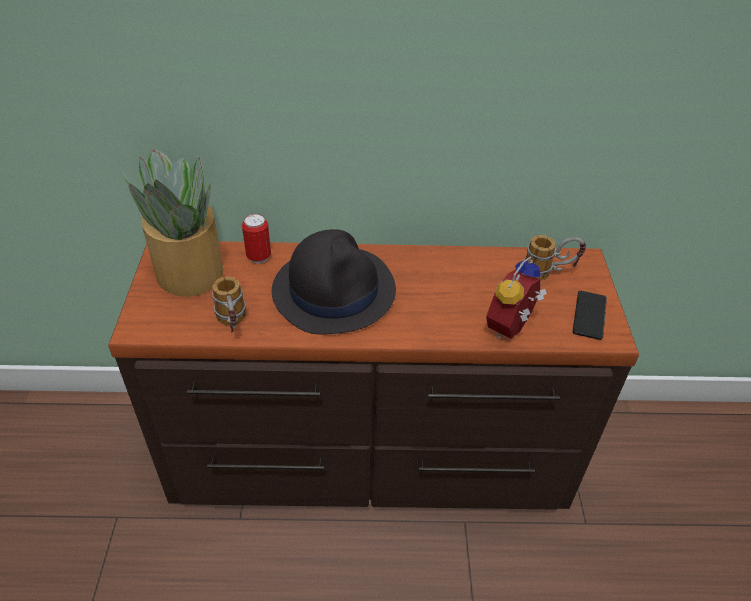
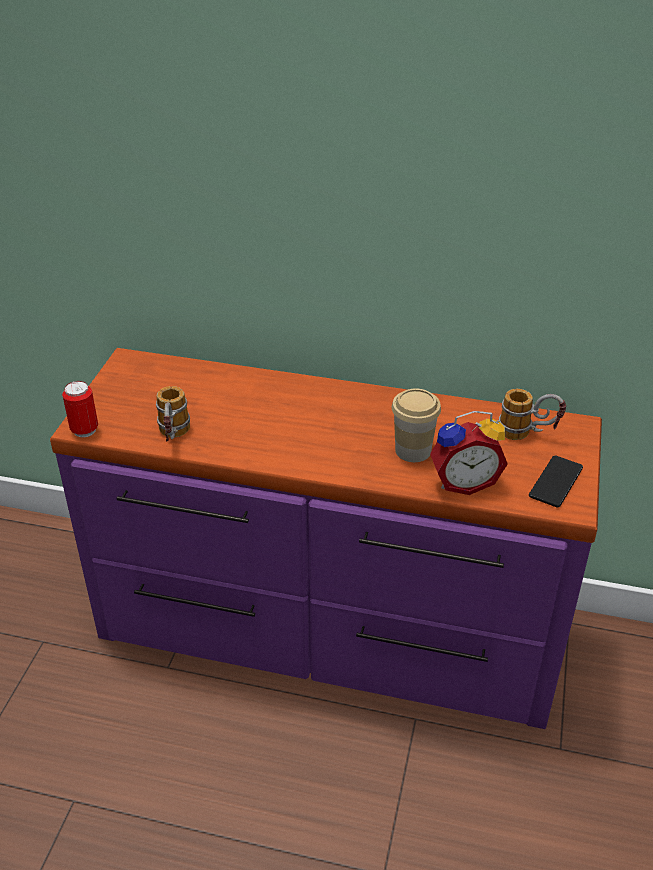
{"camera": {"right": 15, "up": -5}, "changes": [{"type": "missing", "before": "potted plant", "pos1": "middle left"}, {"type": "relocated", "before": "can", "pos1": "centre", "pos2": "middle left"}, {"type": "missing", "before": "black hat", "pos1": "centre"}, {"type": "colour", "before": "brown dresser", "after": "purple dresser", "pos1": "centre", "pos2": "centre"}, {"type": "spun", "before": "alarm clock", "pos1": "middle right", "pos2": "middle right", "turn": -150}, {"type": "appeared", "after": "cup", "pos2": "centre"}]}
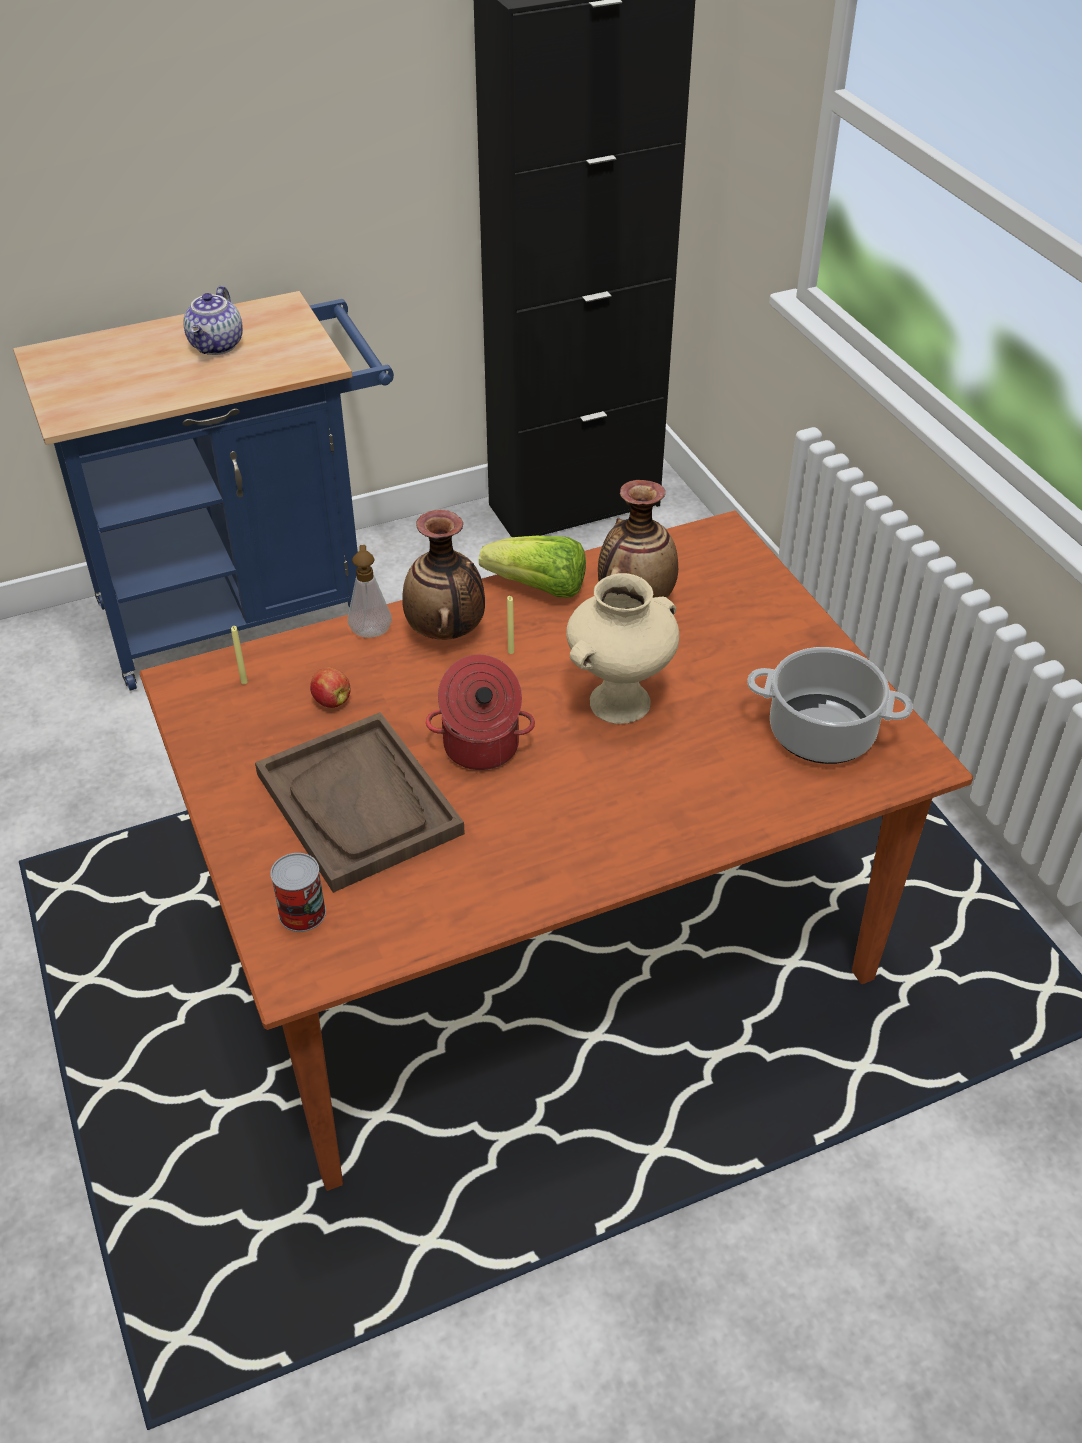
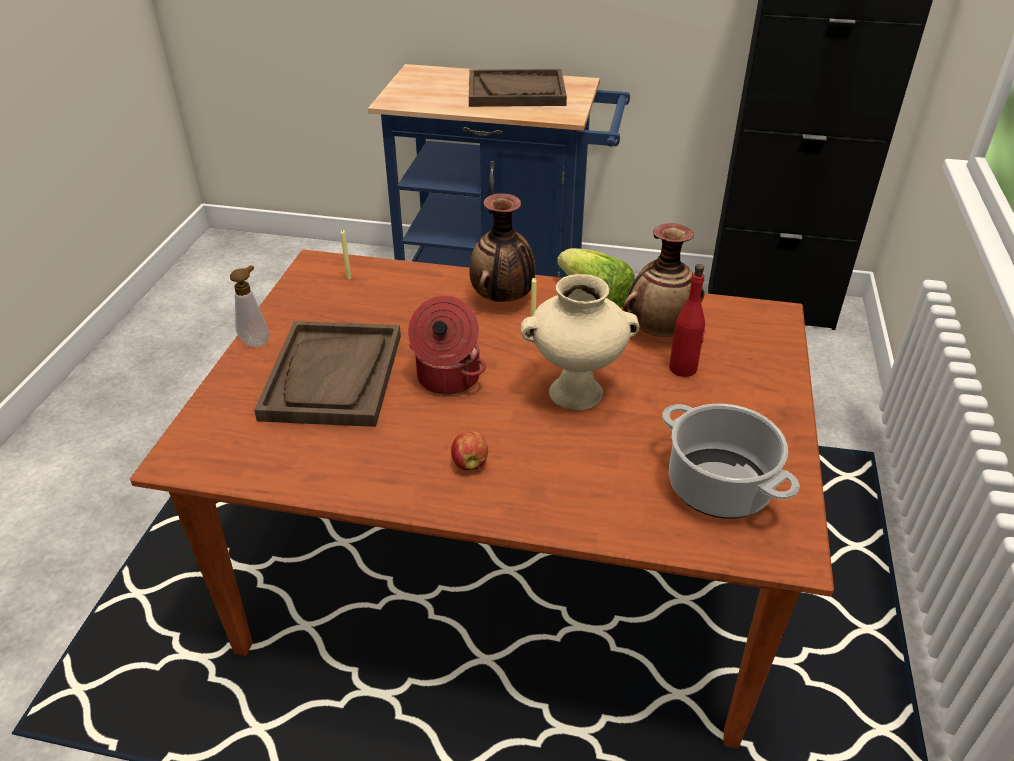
{"camera": {"right": 35, "up": -5}, "changes": [{"type": "exchanged", "before": "teapot", "after": "brown tray (no. 2 from left)", "pos1": "top left", "pos2": "top centre"}, {"type": "relocated", "before": "soap dispenser", "pos1": "centre", "pos2": "middle left"}, {"type": "relocated", "before": "apple", "pos1": "middle left", "pos2": "centre"}, {"type": "missing", "before": "can", "pos1": "middle left"}, {"type": "appeared", "after": "red bottle", "pos2": "middle right"}]}
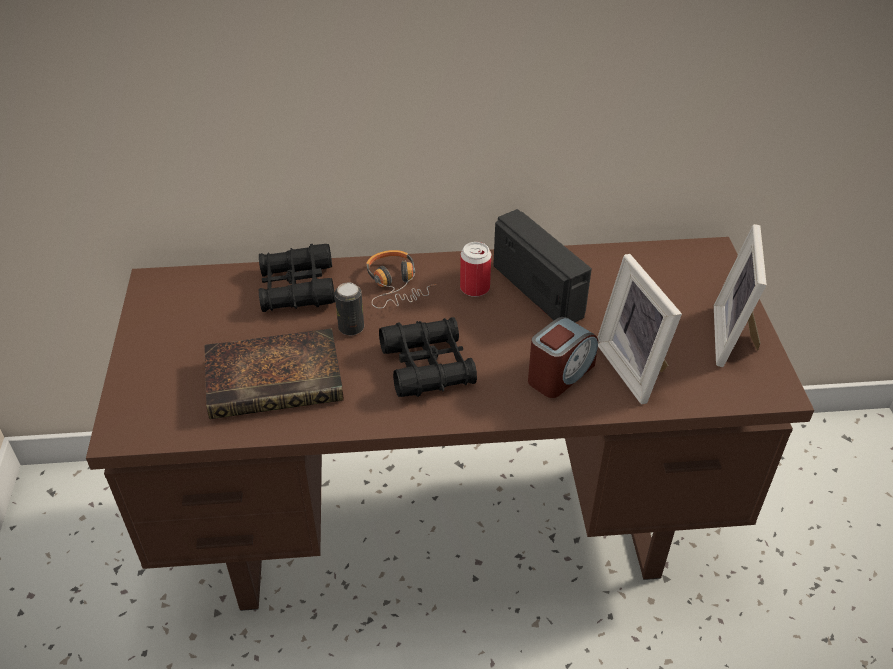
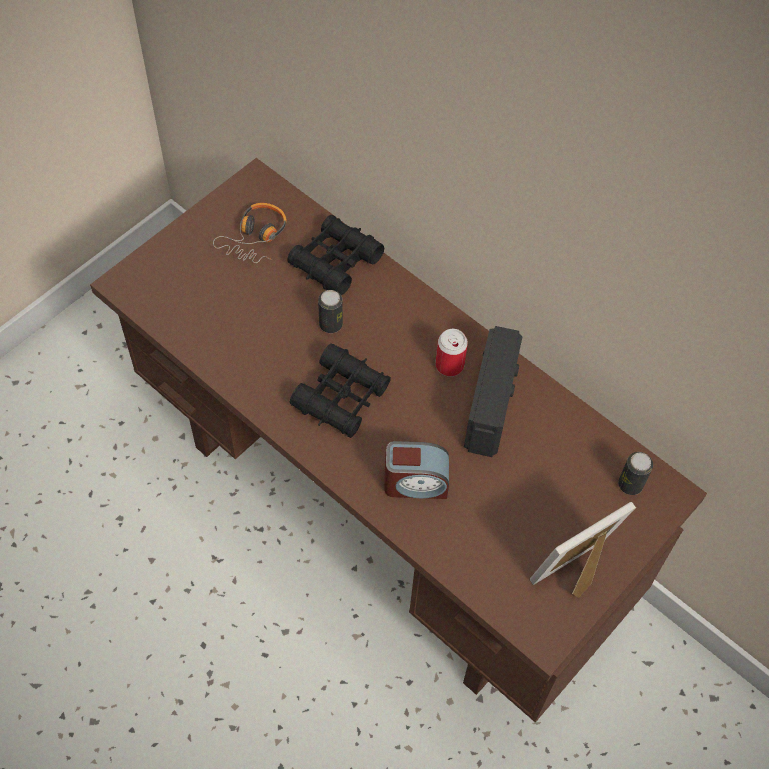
{"camera": {"right": 45, "up": 15}, "changes": [{"type": "relocated", "before": "headphones", "pos1": "centre", "pos2": "top left"}, {"type": "missing", "before": "picture frame (no. 1 from left)", "pos1": "middle right"}, {"type": "missing", "before": "book", "pos1": "middle left"}, {"type": "appeared", "after": "can (no. 3 from left)", "pos2": "middle right"}]}
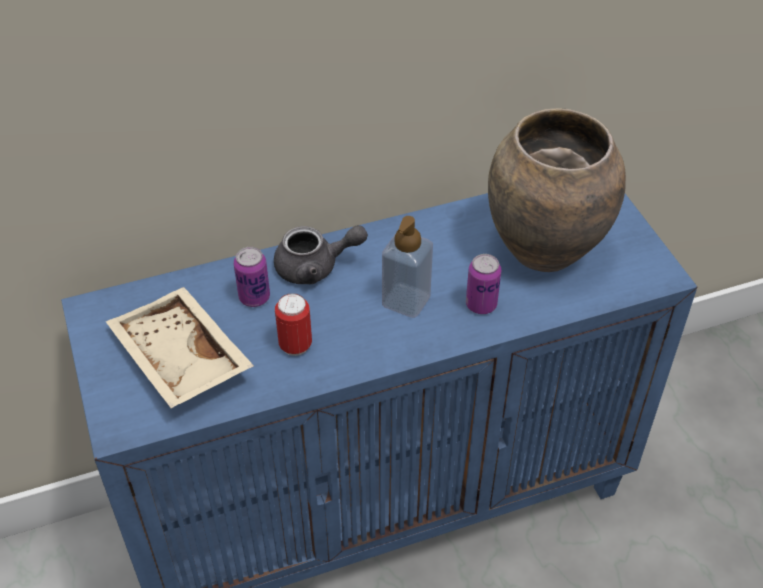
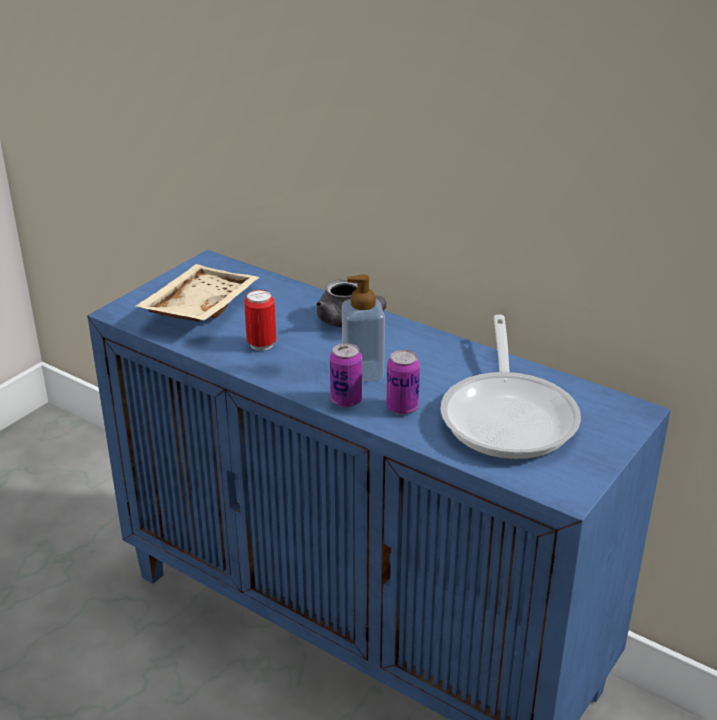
{"camera": {"right": 55, "up": -15}, "changes": [{"type": "exchanged", "before": "brown vase", "after": "frying pan", "pos1": "top right", "pos2": "middle right"}, {"type": "relocated", "before": "can (no. 1 from left in the first image)", "after": "can (no. 2 from left)", "pos1": "middle left", "pos2": "centre"}]}
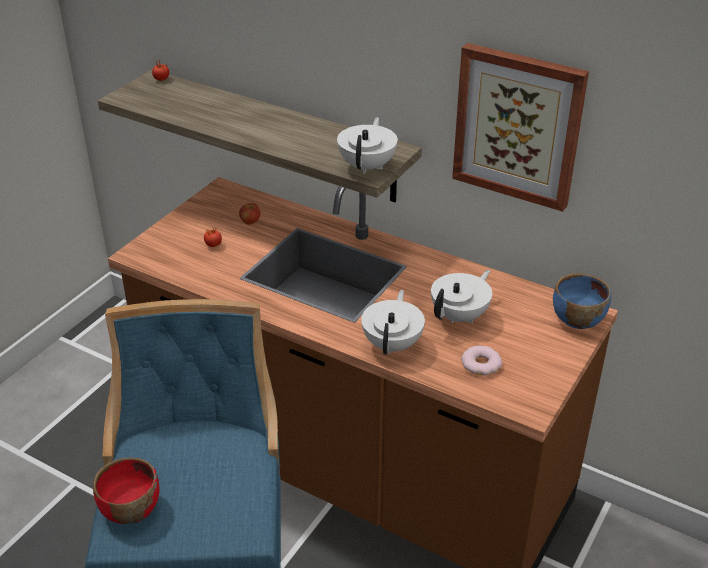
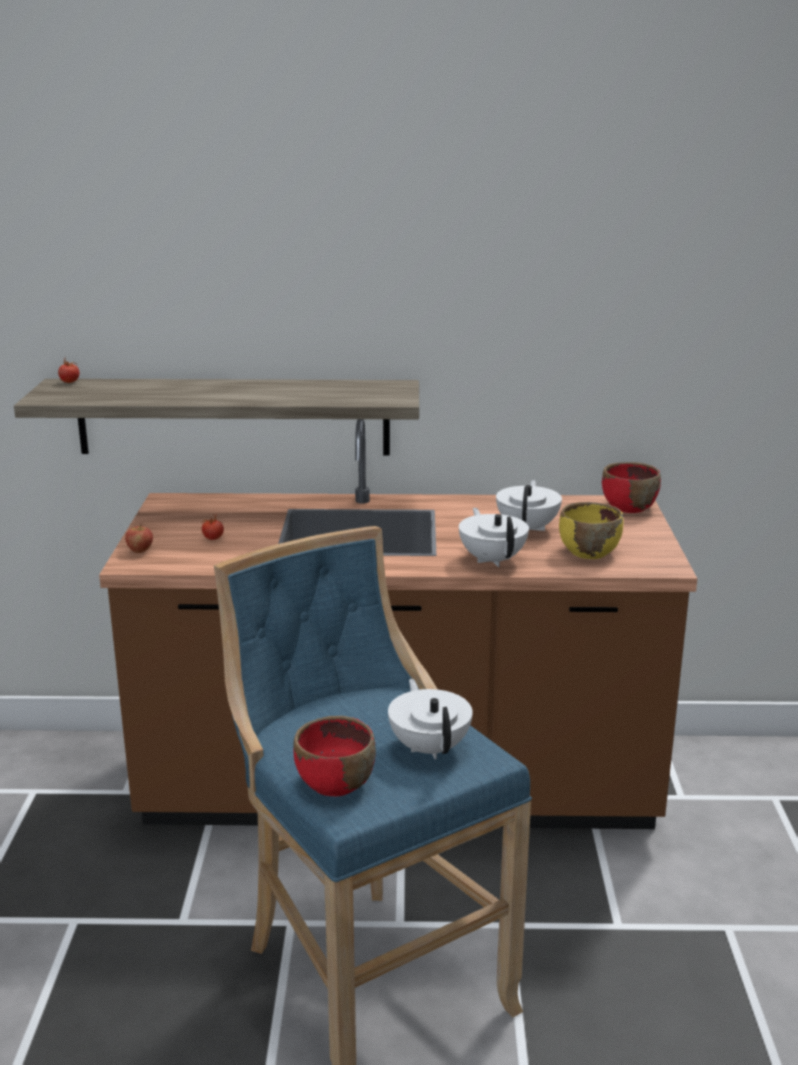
{"camera": {"right": -30, "up": -15}, "changes": [{"type": "missing", "before": "picture", "pos1": "top right"}, {"type": "relocated", "before": "white teapot (no. 1 from left)", "pos1": "top centre", "pos2": "bottom centre"}, {"type": "relocated", "before": "apple", "pos1": "centre", "pos2": "middle left"}, {"type": "colour", "before": "blue bowl", "after": "red bowl (no. 2 from left)", "pos1": "middle right", "pos2": "middle right"}, {"type": "exchanged", "before": "donut", "after": "yellow bowl", "pos1": "middle right", "pos2": "middle right"}]}
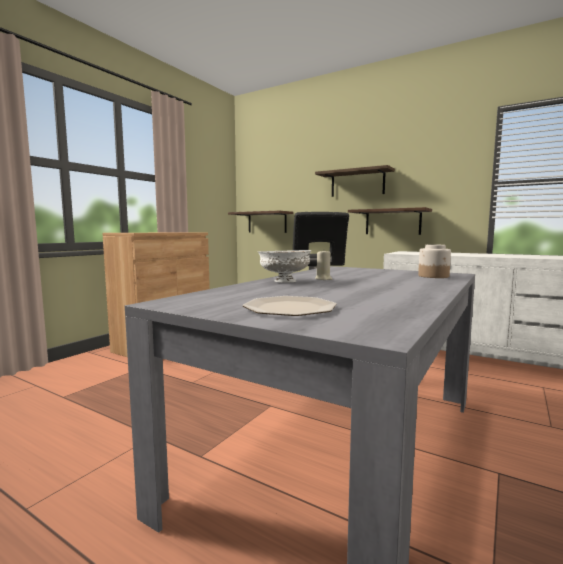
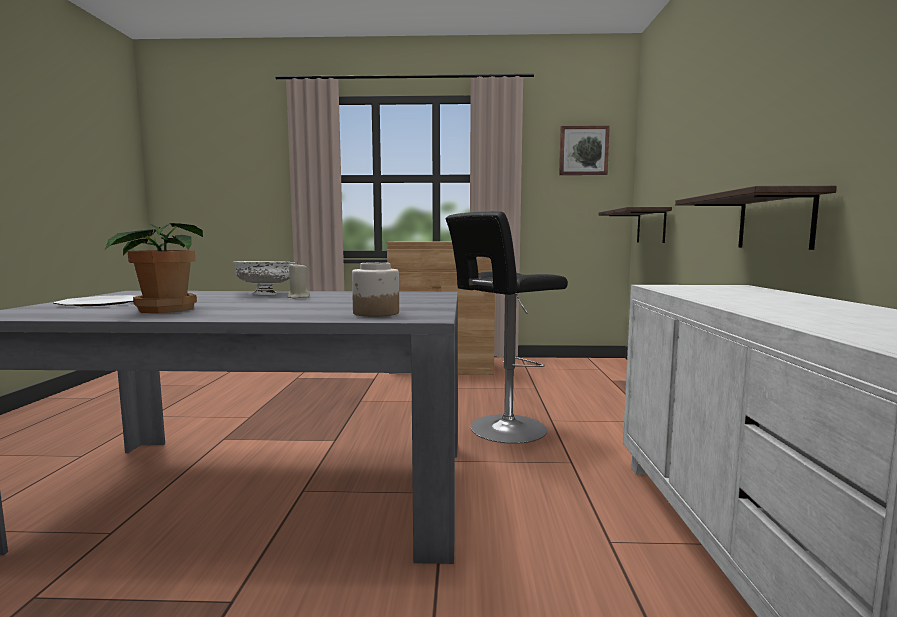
{"camera": {"right": 60, "up": 0}, "changes": [{"type": "missing", "before": "shelf (no. 2 from left)", "pos1": "top centre"}, {"type": "appeared", "after": "picture", "pos2": "top centre"}, {"type": "appeared", "after": "potted plant", "pos2": "middle left"}]}
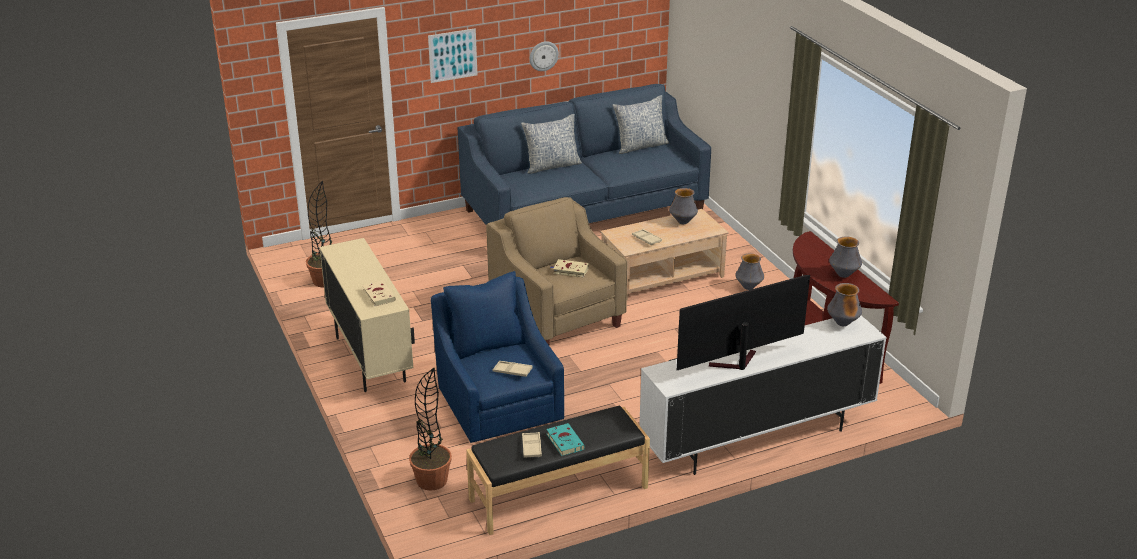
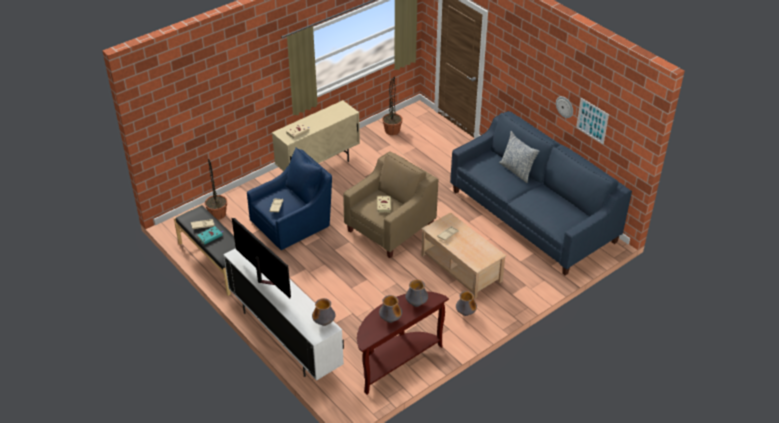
{"camera": {"right": 75, "up": 10}, "changes": [{"type": "relocated", "before": "picture", "pos1": "top centre", "pos2": "top right"}, {"type": "missing", "before": "pillow (no. 2 from left)", "pos1": "top centre"}, {"type": "relocated", "before": "vase (no. 1 from left in the first image)", "after": "vase (no. 3 from left)", "pos1": "centre", "pos2": "bottom centre"}]}
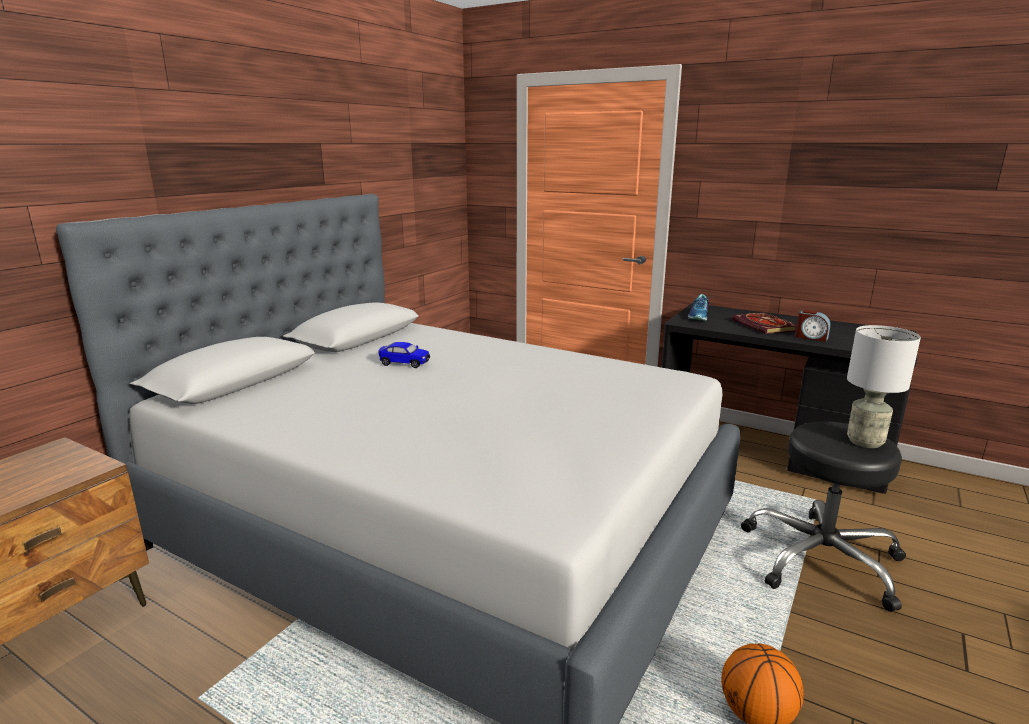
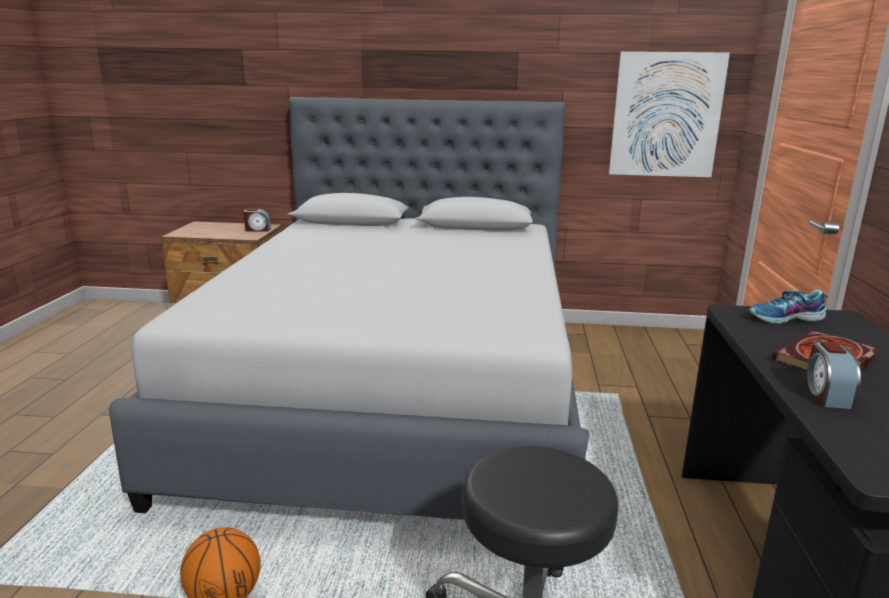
{"camera": {"right": 65, "up": 0}, "changes": [{"type": "missing", "before": "grey table lamp", "pos1": "middle right"}, {"type": "missing", "before": "toy car", "pos1": "centre"}, {"type": "appeared", "after": "picture", "pos2": "top right"}, {"type": "appeared", "after": "alarm clock (no. 1 from left)", "pos2": "middle left"}]}
